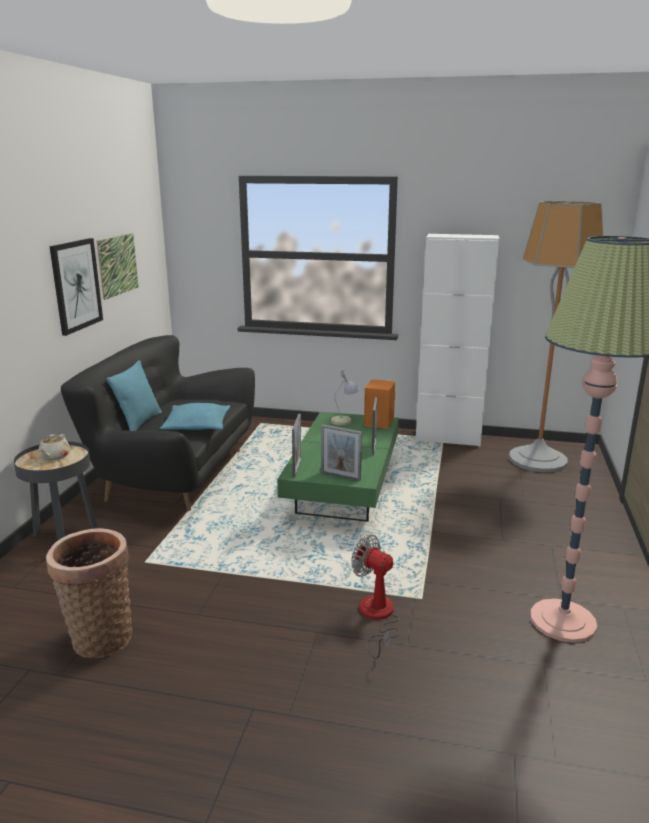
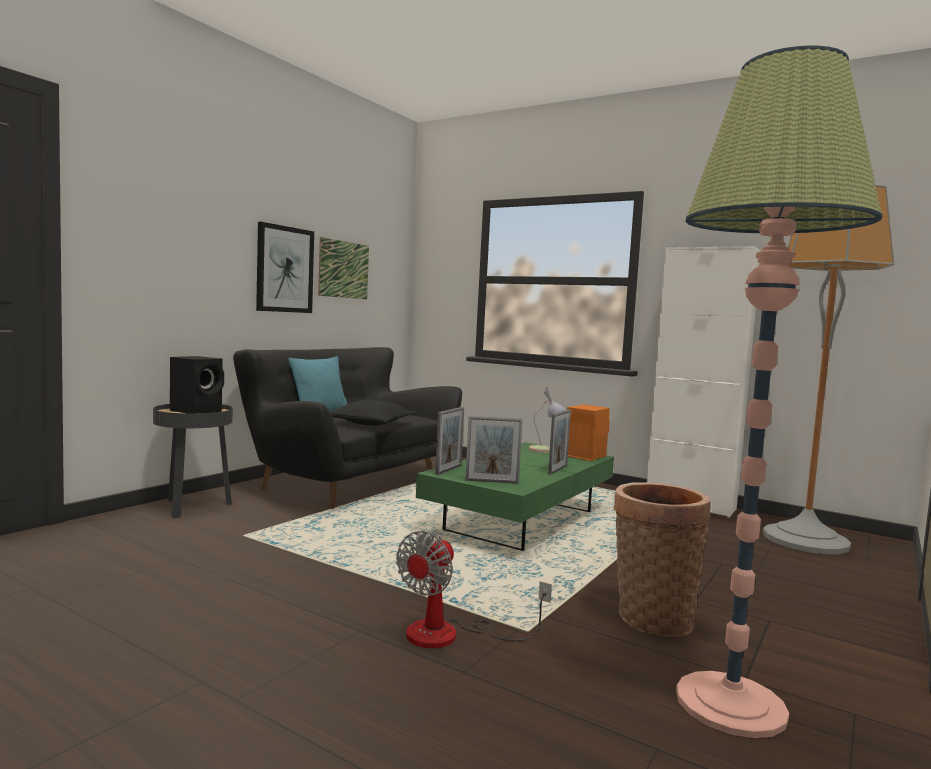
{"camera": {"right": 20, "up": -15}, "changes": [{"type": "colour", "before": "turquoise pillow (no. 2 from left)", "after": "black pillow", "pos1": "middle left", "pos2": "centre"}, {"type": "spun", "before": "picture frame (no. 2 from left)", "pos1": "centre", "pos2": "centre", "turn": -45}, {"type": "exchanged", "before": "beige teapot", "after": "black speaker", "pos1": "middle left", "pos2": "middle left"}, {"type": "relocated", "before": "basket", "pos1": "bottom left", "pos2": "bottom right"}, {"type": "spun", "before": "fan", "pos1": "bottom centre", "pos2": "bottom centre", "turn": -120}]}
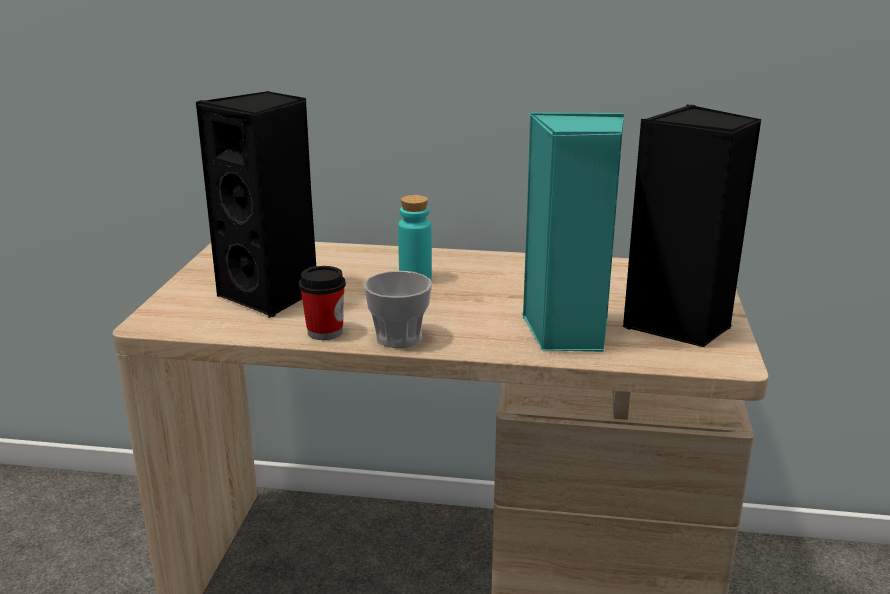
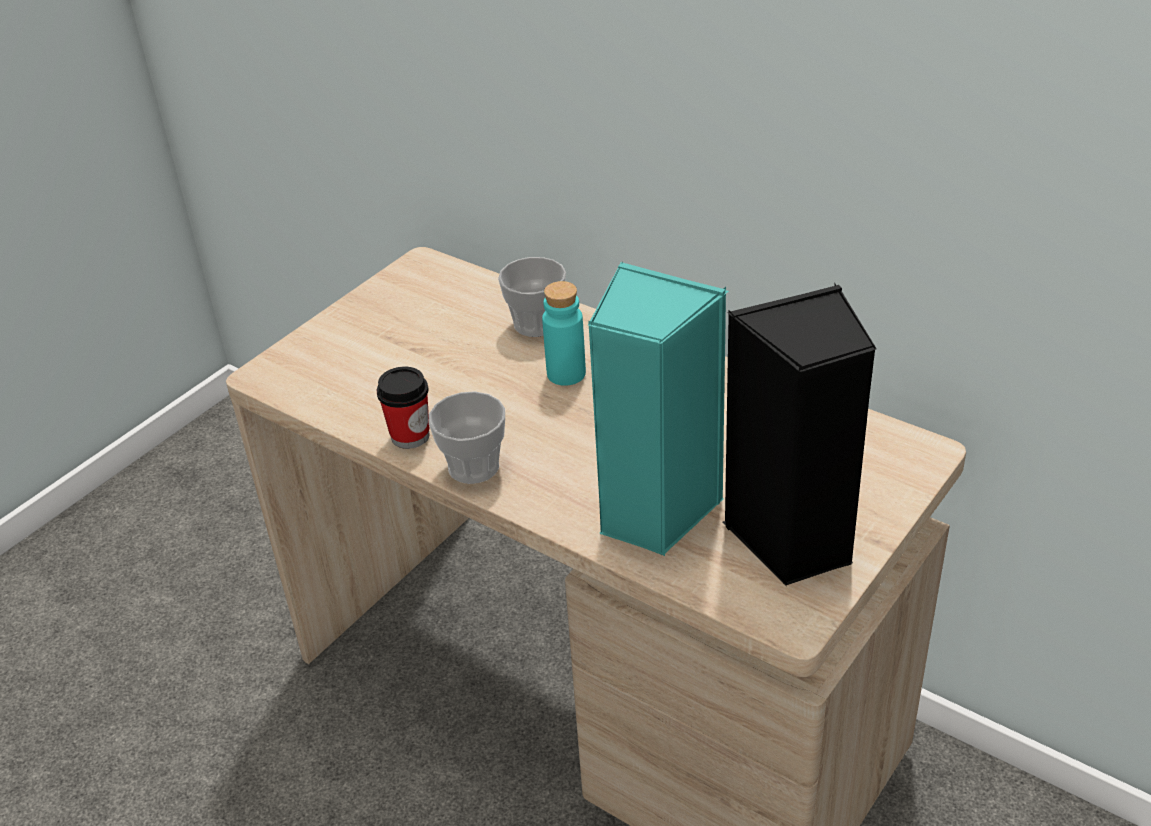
{"camera": {"right": 30, "up": 15}, "changes": [{"type": "missing", "before": "black speaker (no. 1 from left)", "pos1": "middle left"}, {"type": "appeared", "after": "cup (no. 3 from left)", "pos2": "centre"}]}
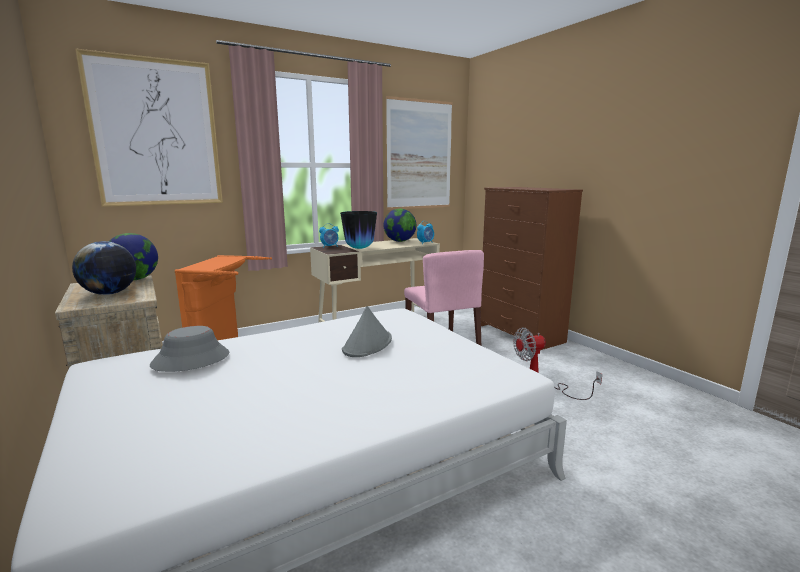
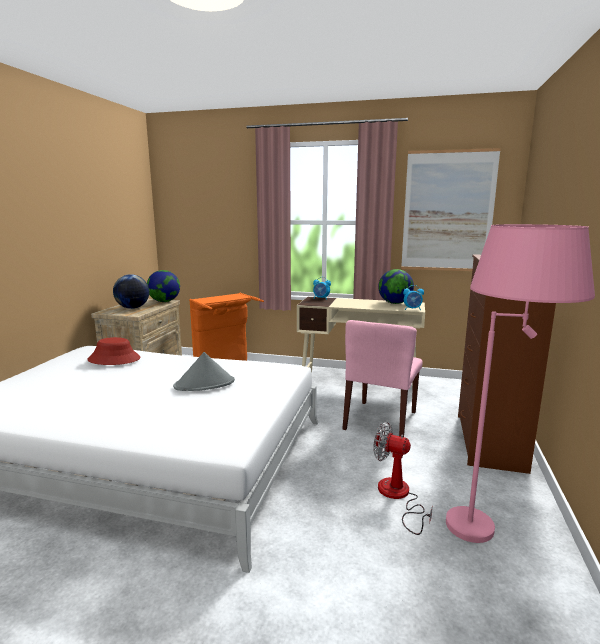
{"camera": {"right": 45, "up": 0}, "changes": [{"type": "missing", "before": "picture (no. 1 from left)", "pos1": "top left"}, {"type": "missing", "before": "vase", "pos1": "centre"}, {"type": "colour", "before": "grey hat (no. 1 from left)", "after": "red hat", "pos1": "middle left", "pos2": "middle left"}, {"type": "appeared", "after": "pink floor lamp", "pos2": "middle right"}]}
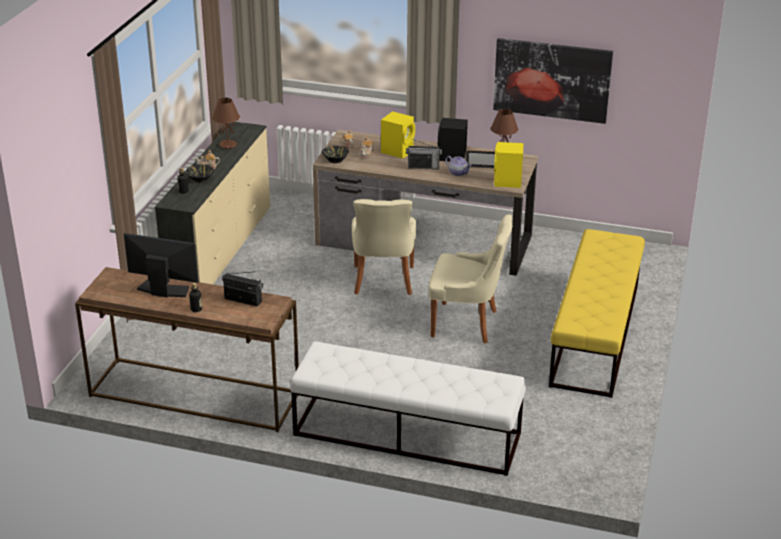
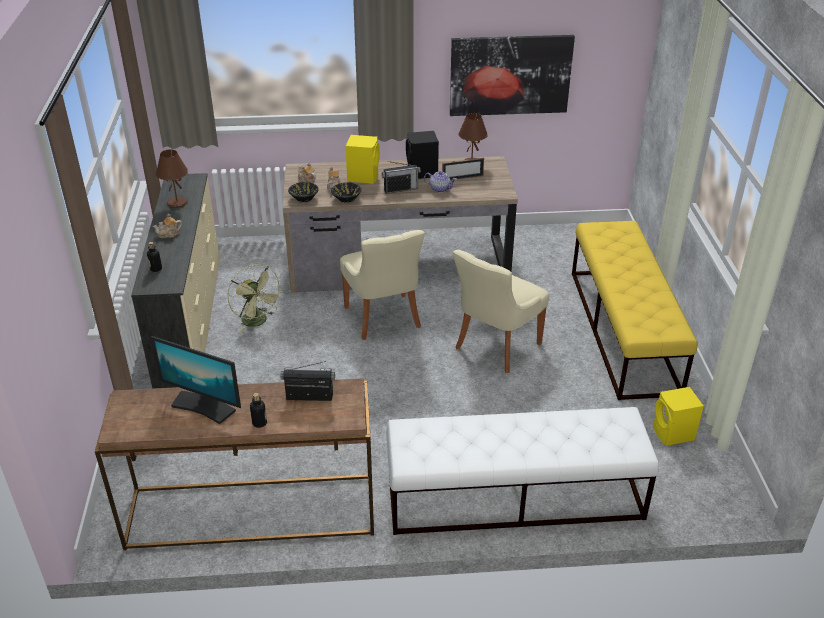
{"camera": {"right": -20, "up": 5}, "changes": [{"type": "relocated", "before": "yellow speaker (no. 2 from left)", "pos1": "top centre", "pos2": "bottom right"}, {"type": "relocated", "before": "black bowl (no. 1 from left in the first image)", "after": "black bowl (no. 2 from left)", "pos1": "top left", "pos2": "top centre"}, {"type": "spun", "before": "beige chair (no. 2 from left)", "pos1": "centre", "pos2": "centre", "turn": 135}, {"type": "spun", "before": "monitor", "pos1": "middle left", "pos2": "middle left", "turn": -150}, {"type": "appeared", "after": "green fan", "pos2": "middle left"}]}
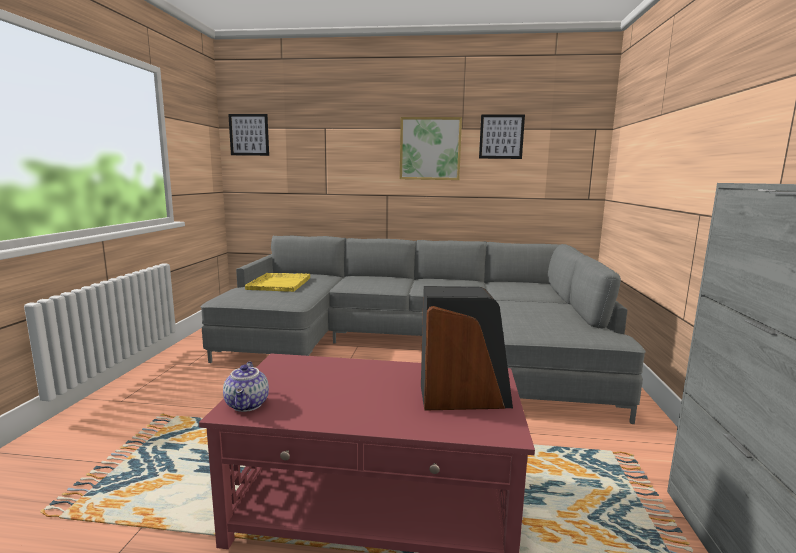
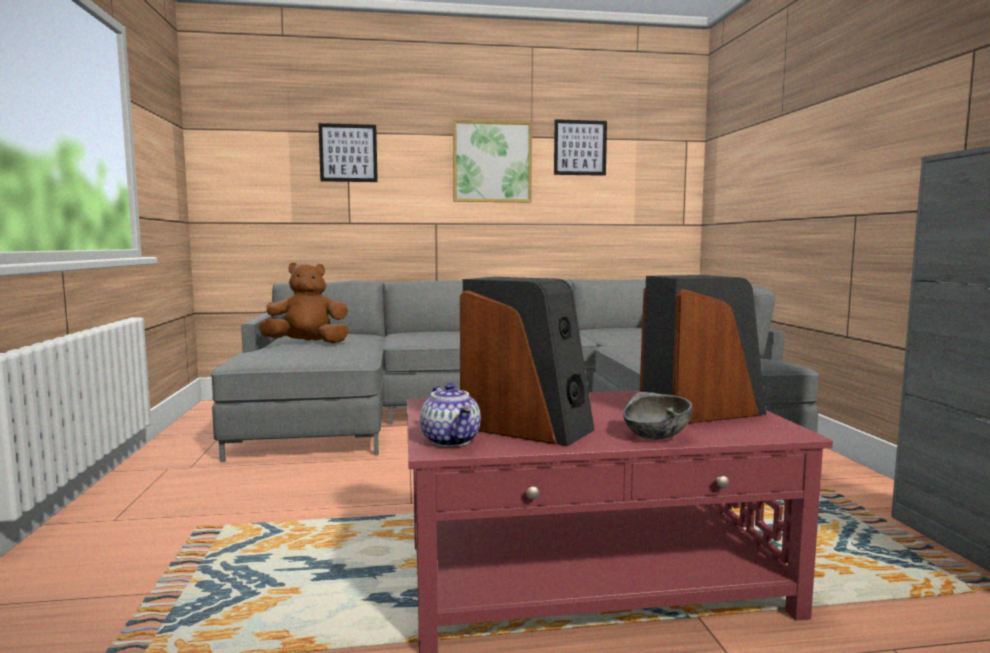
{"camera": {"right": -15, "up": -5}, "changes": [{"type": "relocated", "before": "picture (no. 1 from left)", "pos1": "top left", "pos2": "top centre"}, {"type": "exchanged", "before": "yellow tray", "after": "brown plush toy", "pos1": "centre", "pos2": "middle left"}, {"type": "appeared", "after": "speaker (no. 1 from left)", "pos2": "centre"}, {"type": "appeared", "after": "grey bowl", "pos2": "centre"}]}
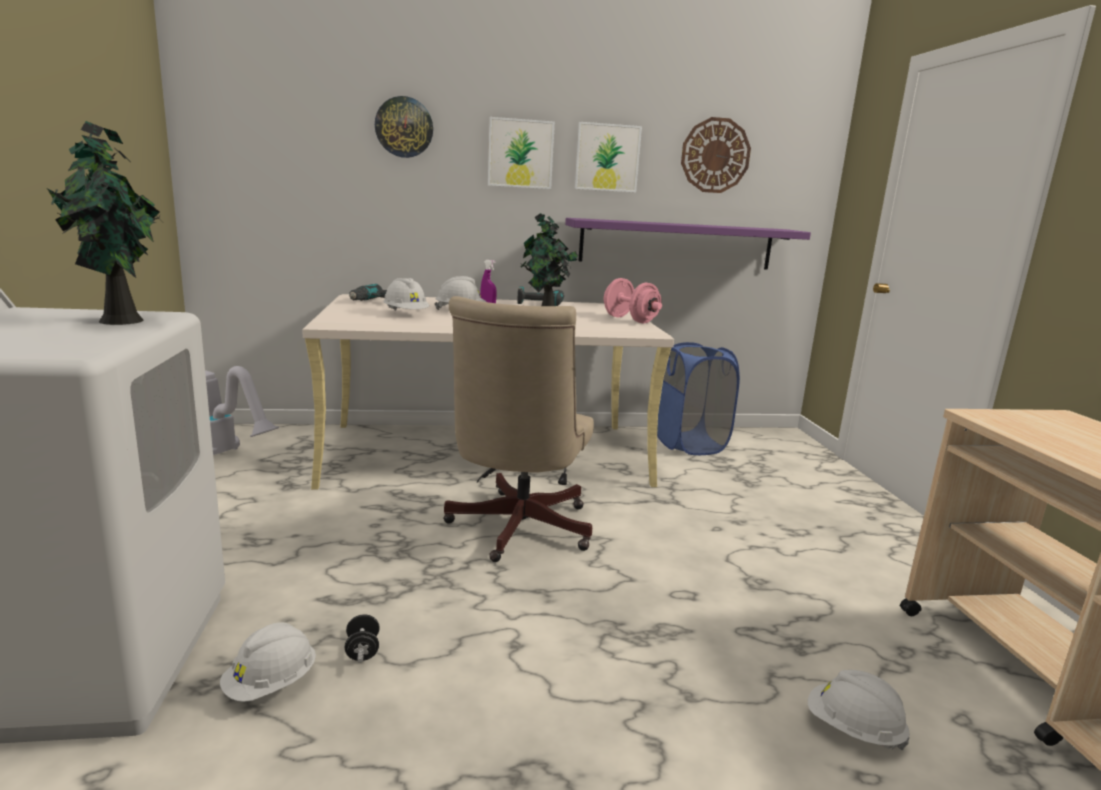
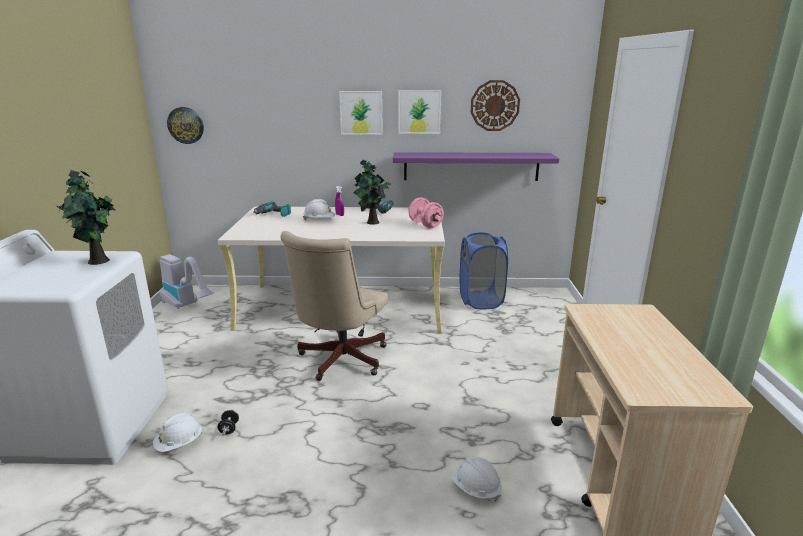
{"camera": {"right": 10, "up": 5}, "changes": [{"type": "relocated", "before": "wall clock (no. 1 from left)", "pos1": "top centre", "pos2": "top left"}, {"type": "missing", "before": "white hard hat (no. 2 from left)", "pos1": "centre"}]}
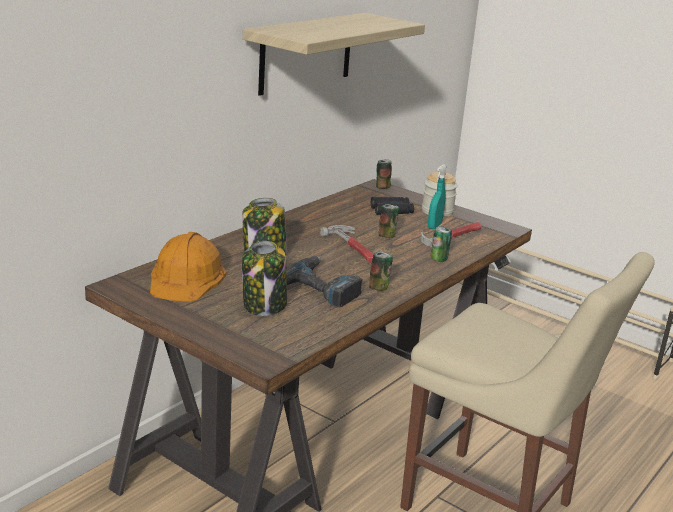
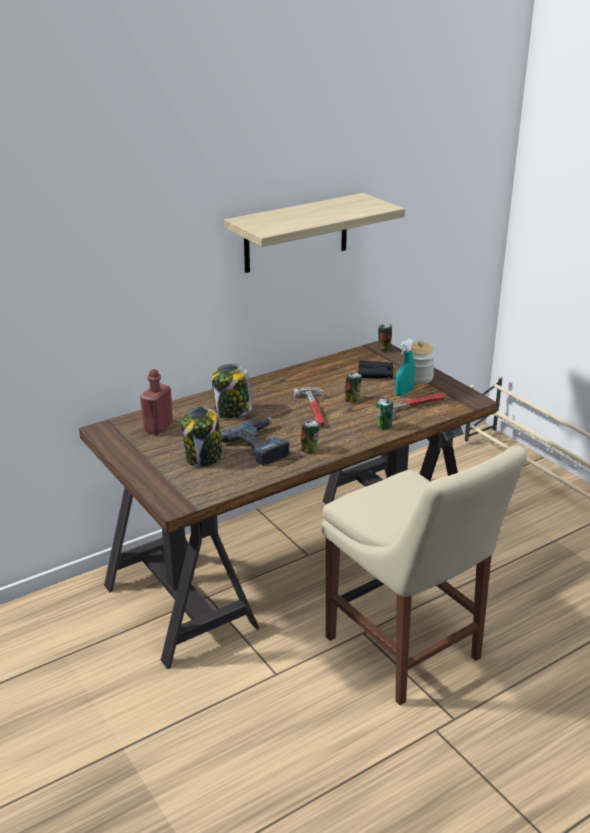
{"camera": {"right": 20, "up": 5}, "changes": [{"type": "exchanged", "before": "orange hard hat", "after": "red bottle", "pos1": "middle left", "pos2": "middle left"}]}
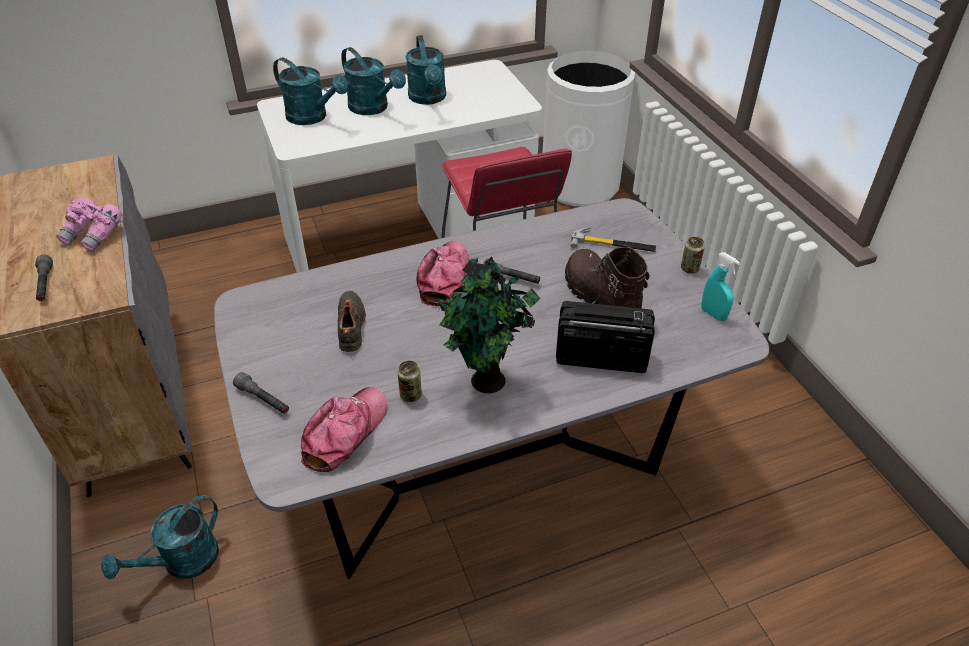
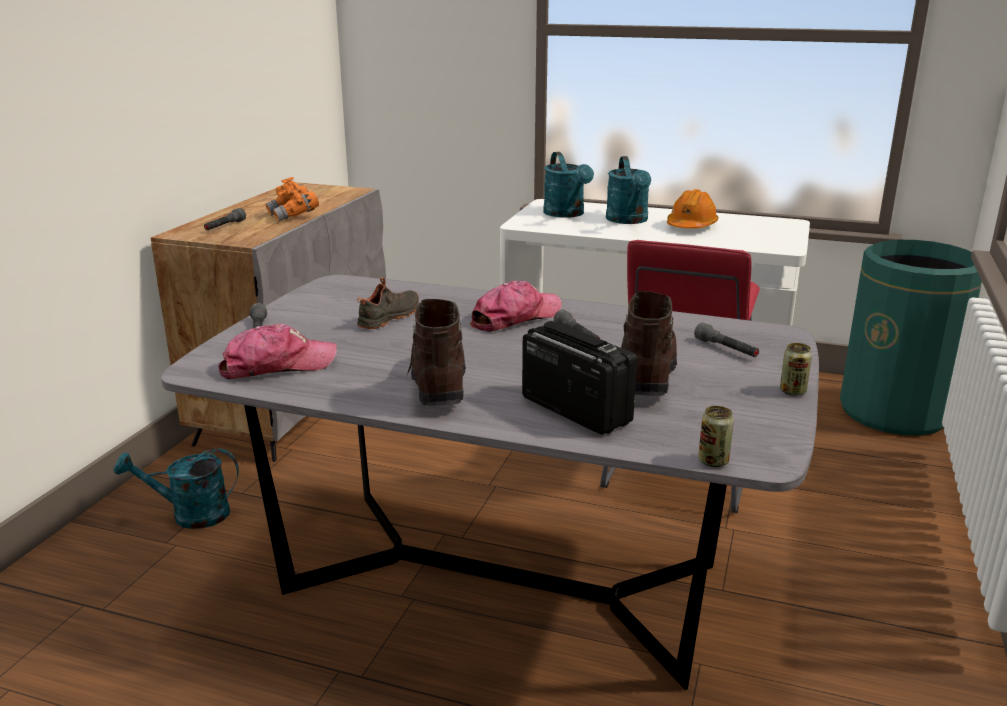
{"camera": {"right": 40, "up": -20}, "changes": [{"type": "exchanged", "before": "turquoise watering can (no. 4 from left)", "after": "orange hard hat", "pos1": "top centre", "pos2": "top right"}, {"type": "colour", "before": "white trash can", "after": "green trash can", "pos1": "top centre", "pos2": "middle right"}, {"type": "colour", "before": "pink binoculars", "after": "orange binoculars", "pos1": "middle left", "pos2": "top left"}, {"type": "exchanged", "before": "hammer", "after": "grey flashlight (no. 4 from left)", "pos1": "centre", "pos2": "middle right"}, {"type": "missing", "before": "turquoise spray bottle", "pos1": "middle right"}, {"type": "exchanged", "before": "potted plant", "after": "brown boot (no. 1 from left)", "pos1": "centre", "pos2": "centre"}, {"type": "relocated", "before": "can (no. 1 from left)", "pos1": "centre", "pos2": "middle right"}]}
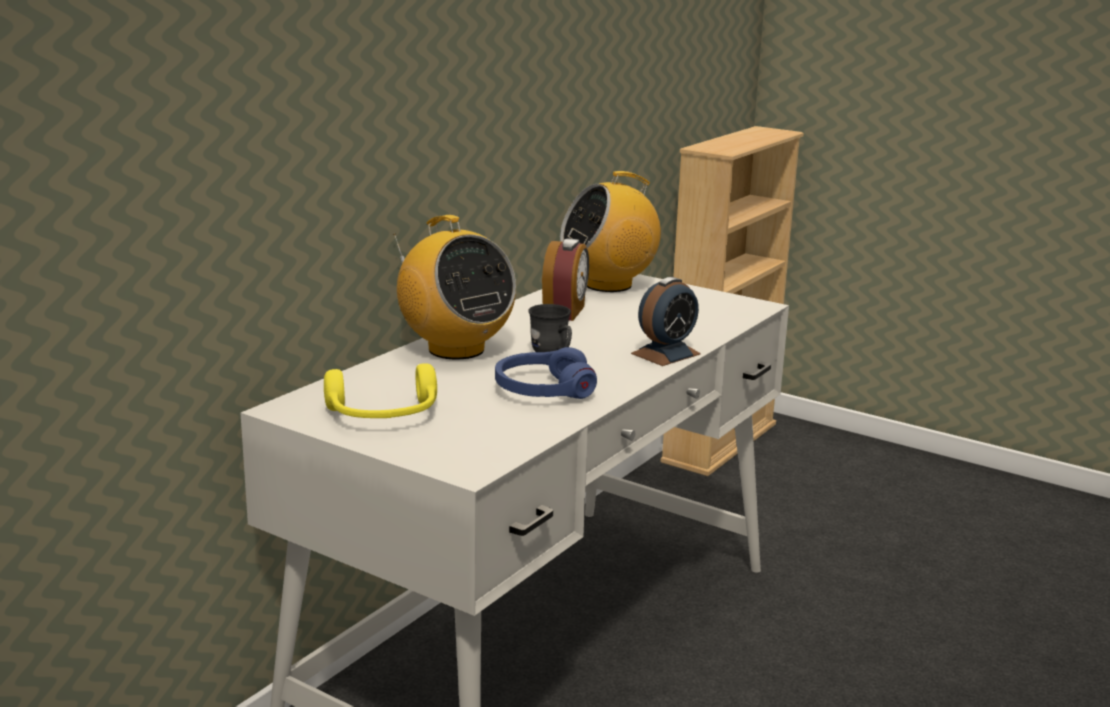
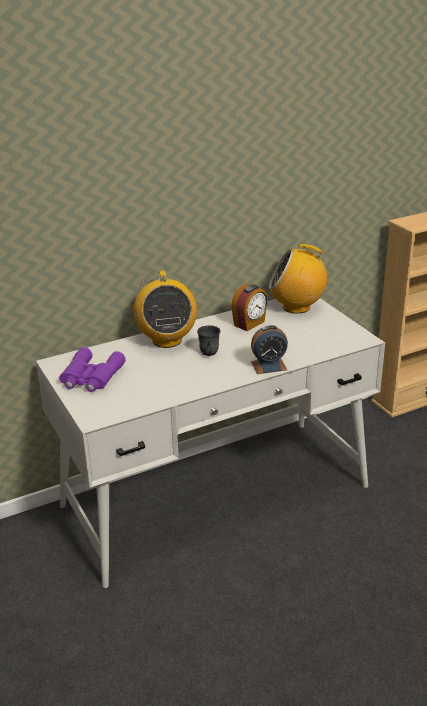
{"camera": {"right": 30, "up": 10}, "changes": [{"type": "missing", "before": "blue headphones", "pos1": "centre"}, {"type": "exchanged", "before": "yellow headphones", "after": "purple binoculars", "pos1": "centre", "pos2": "middle left"}]}
